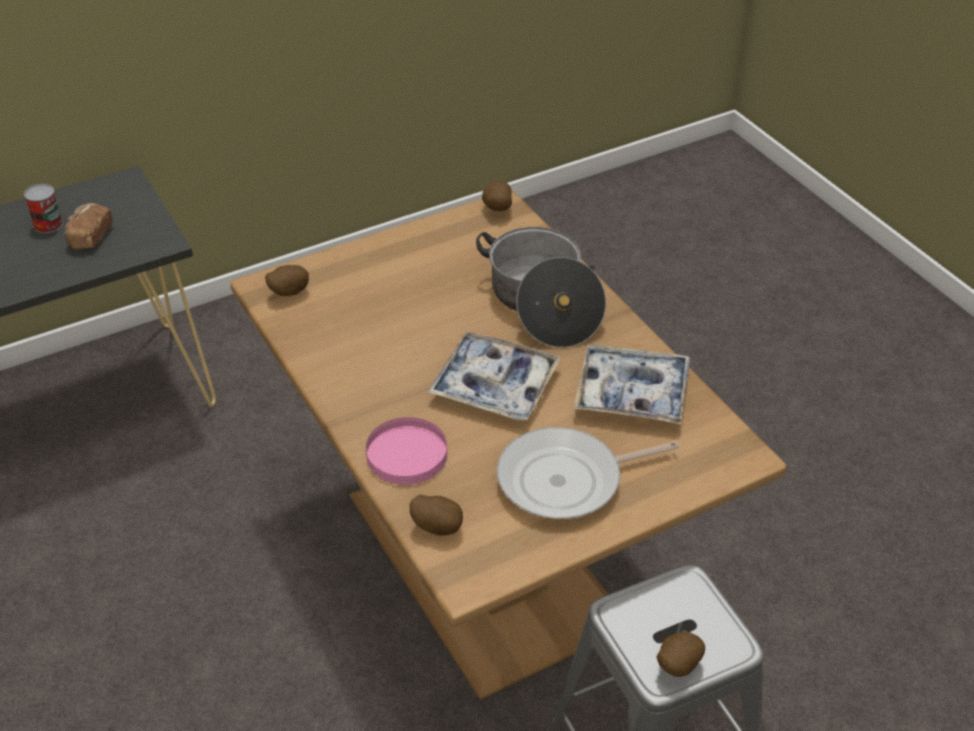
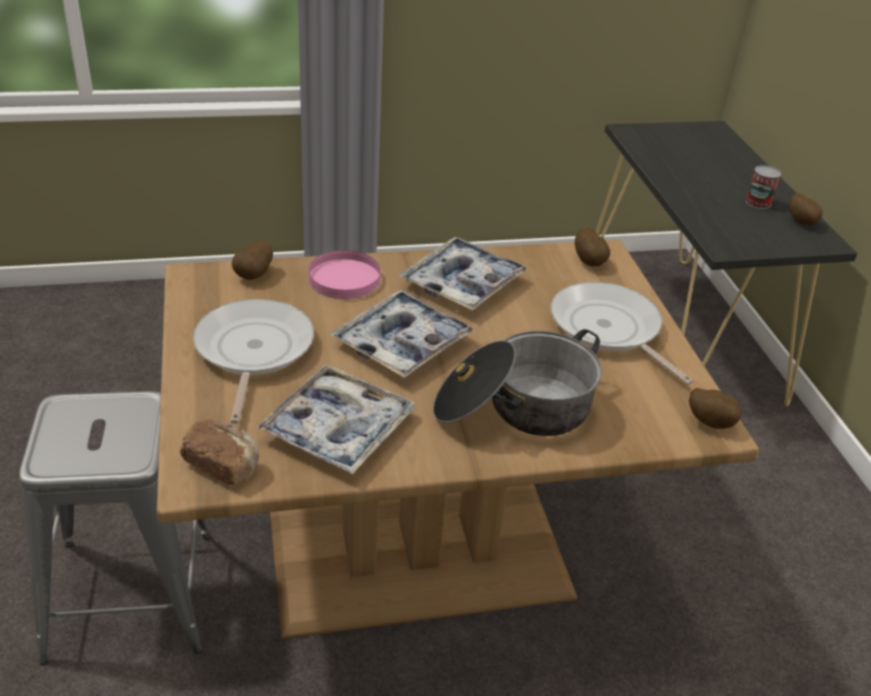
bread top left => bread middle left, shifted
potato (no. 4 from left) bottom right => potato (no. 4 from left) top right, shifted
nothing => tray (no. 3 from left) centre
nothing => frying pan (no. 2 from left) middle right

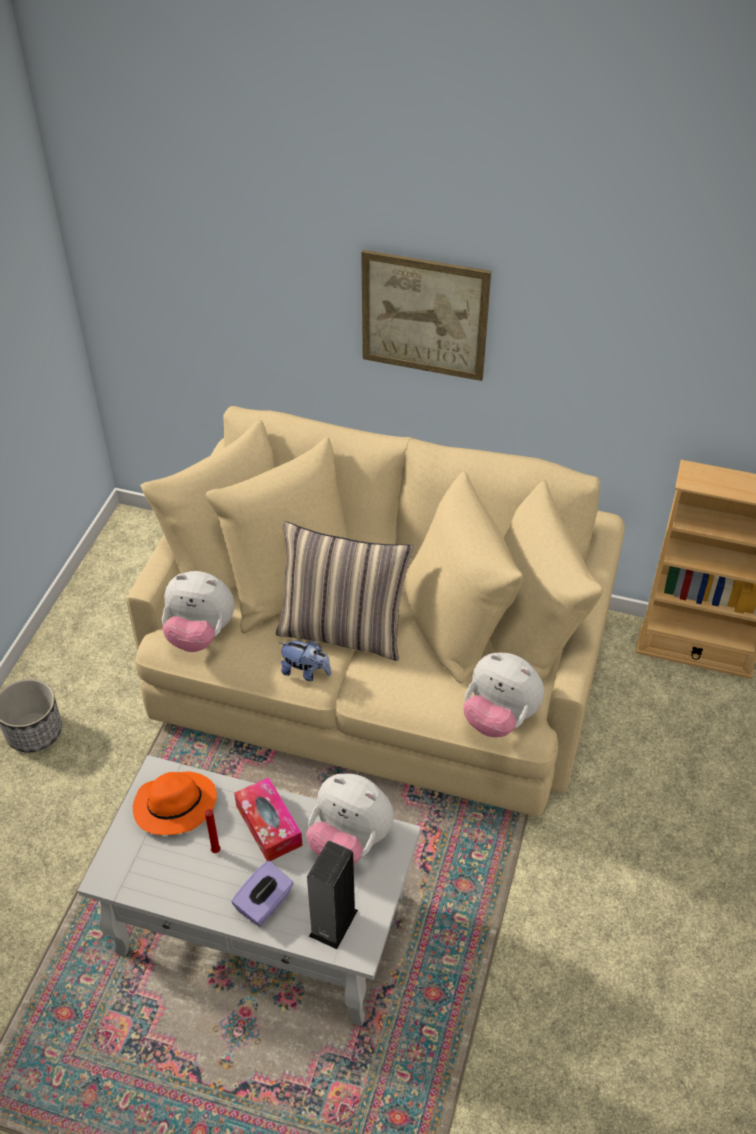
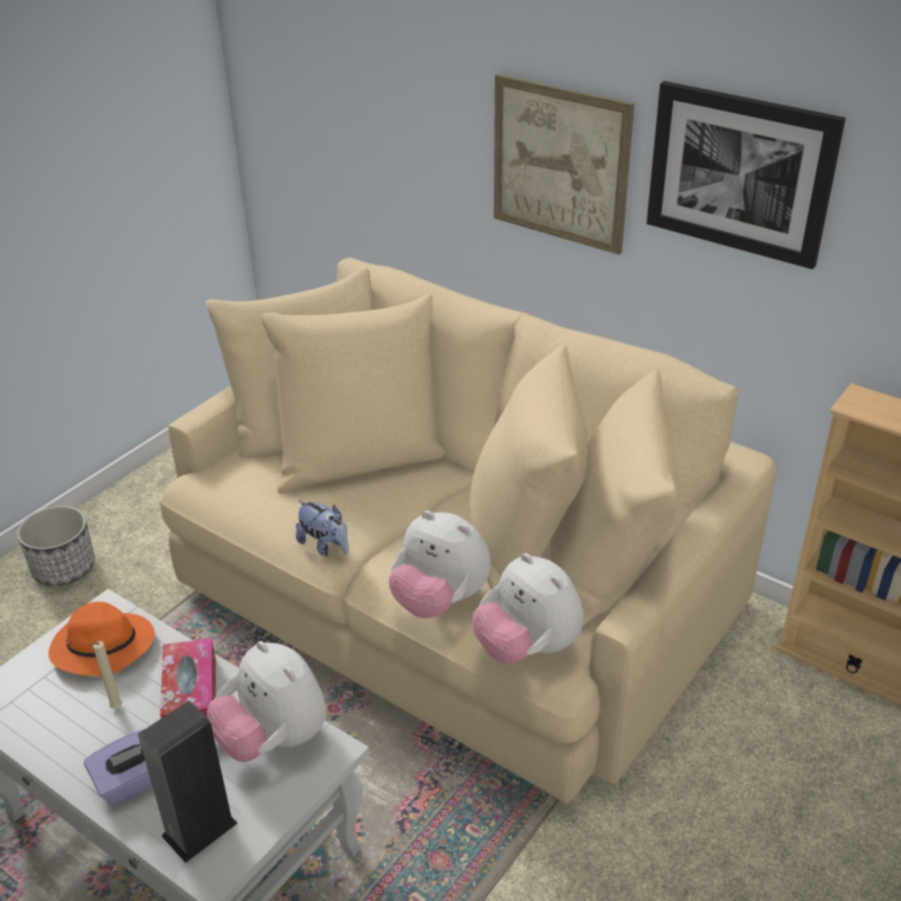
pillow centre => nothing
plush toy (no. 1 from left in the first image) middle left => plush toy (no. 3 from left) centre, shifted
candle/red bottom left => candle/beige bottom left
nothing => picture (no. 2 from left) top right

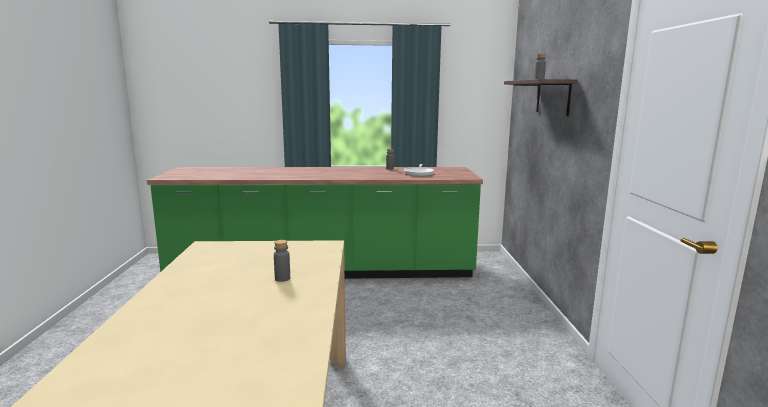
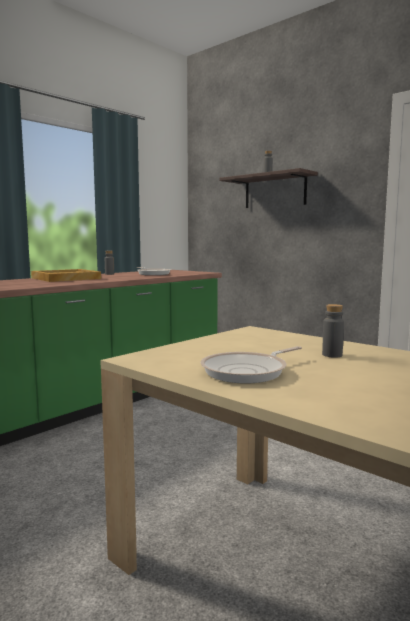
nothing => tray/beige middle left
nothing => frying pan (no. 2 from left) centre

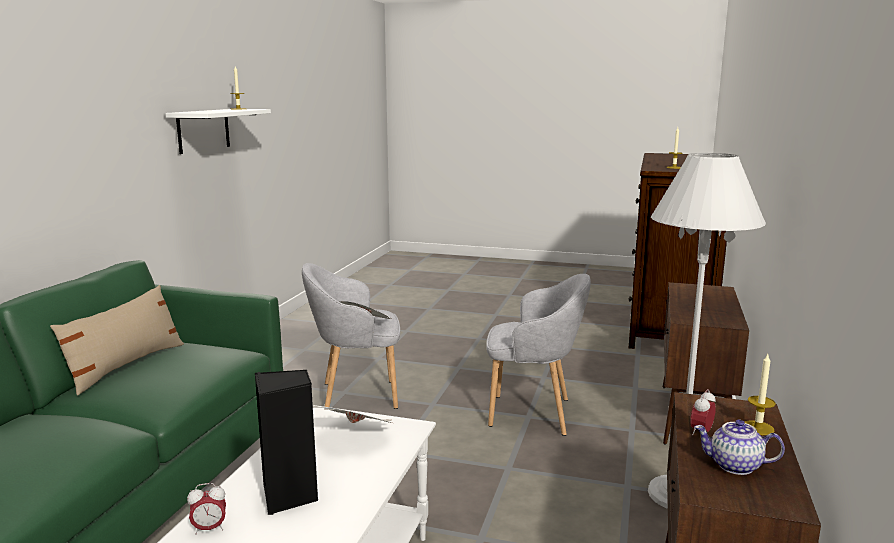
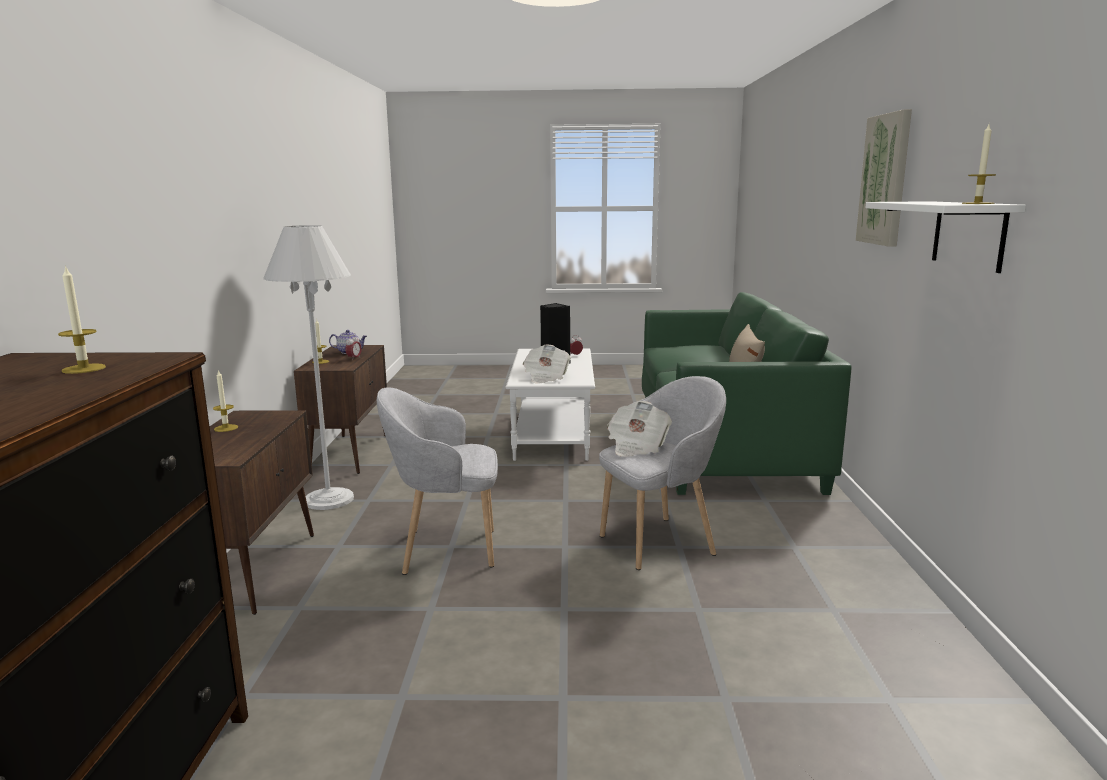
nothing => picture top right
nothing => candle (no. 2 from left) middle left

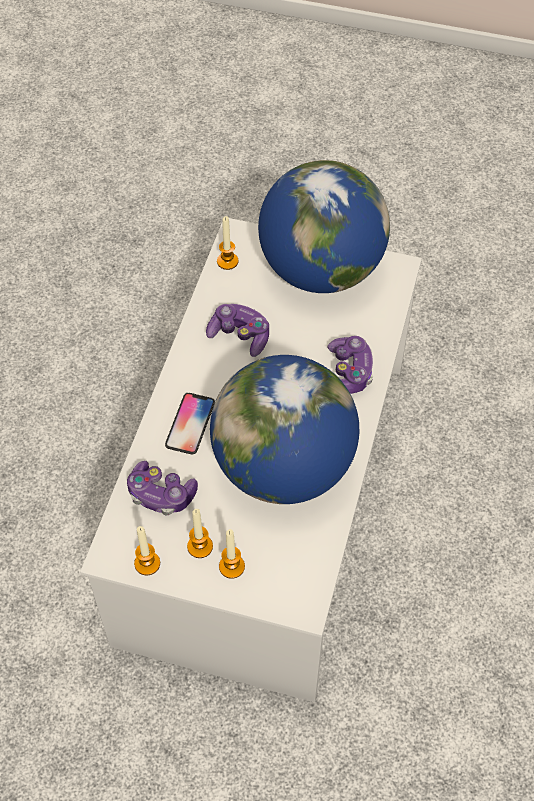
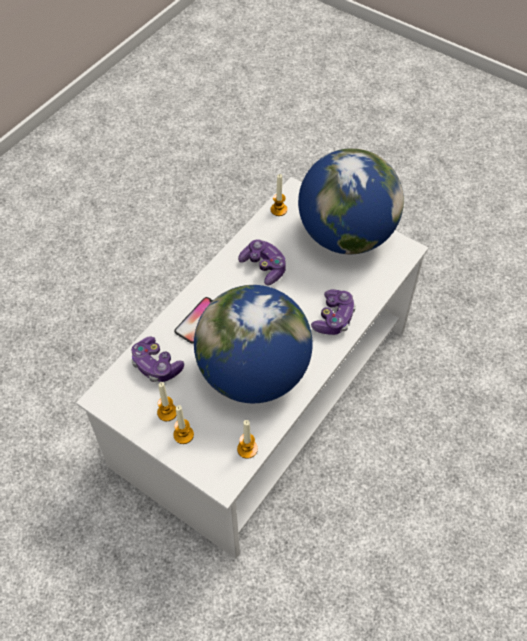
candle (no. 1 from left in the first image) bottom left => candle (no. 3 from left) bottom centre, shifted

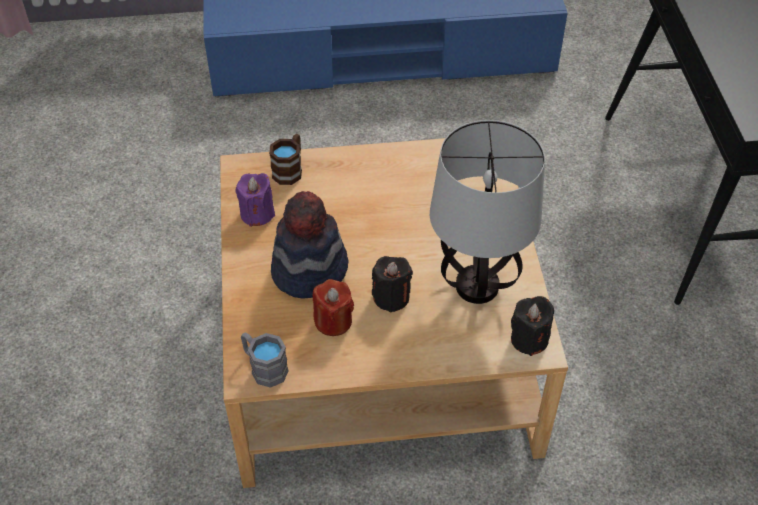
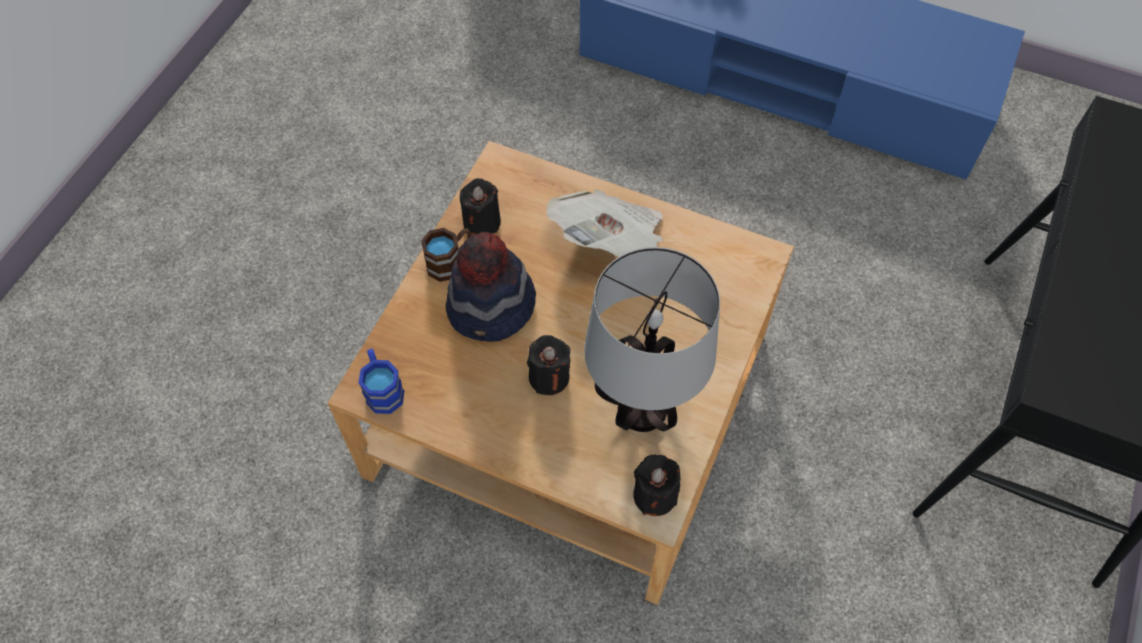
mug/brown top centre => mug/brown centre, shifted
candle/purple centre => candle/black (no. 1 from left) top centre
candle/red centre => nothing
mug/grey bottom centre => mug/blue centre
nothing => newspaper centre

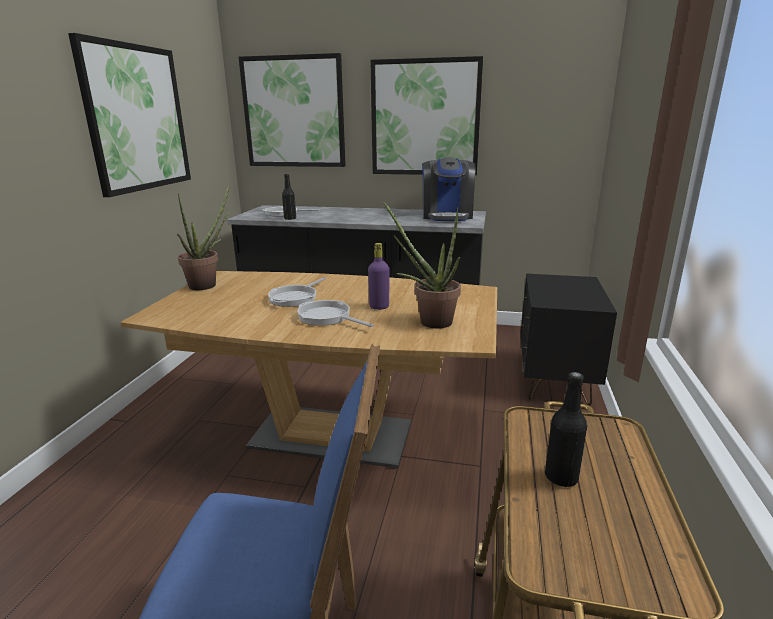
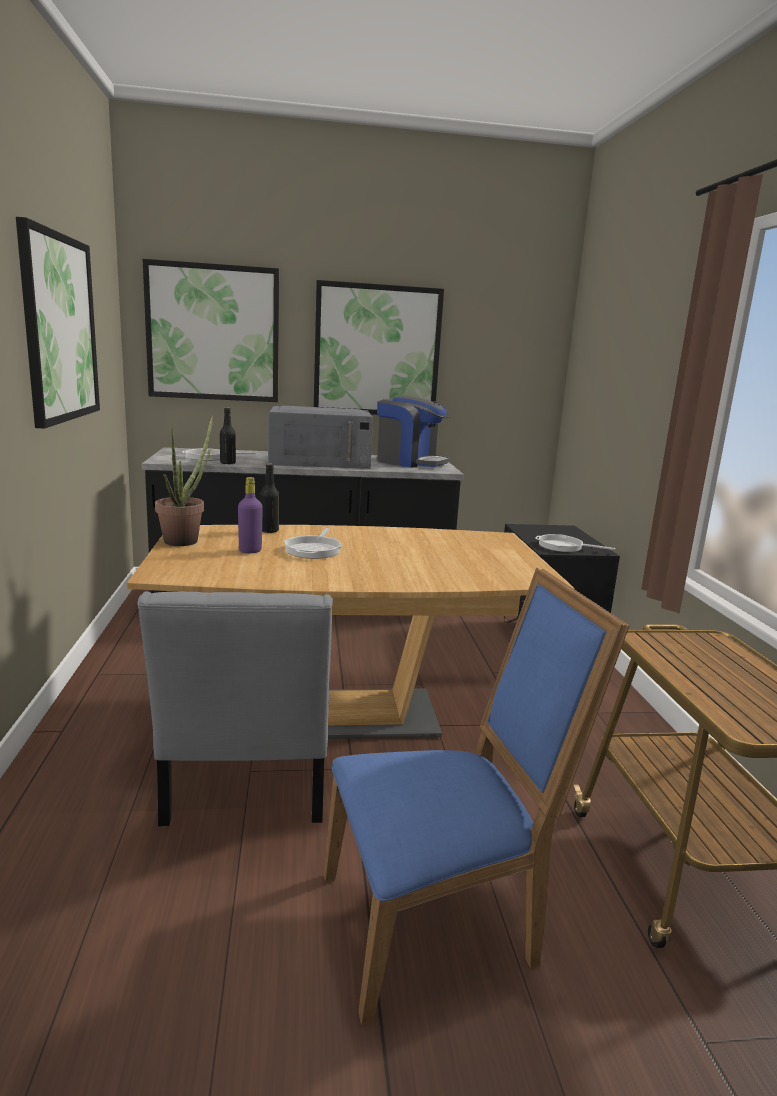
coffee machine top centre => coffee machine centre, 45 degrees counterclockwise
potted plant (no. 2 from left) centre => nothing
bottle/purple centre => bottle/purple middle left, shifted
frying pan (no. 3 from left) centre => frying pan (no. 3 from left) middle right, shifted
bottle/black (no. 2 from left) bottom right => bottle/black (no. 2 from left) centre, shifted
nothing => microwave/grey centre
nothing => chair/grey middle left

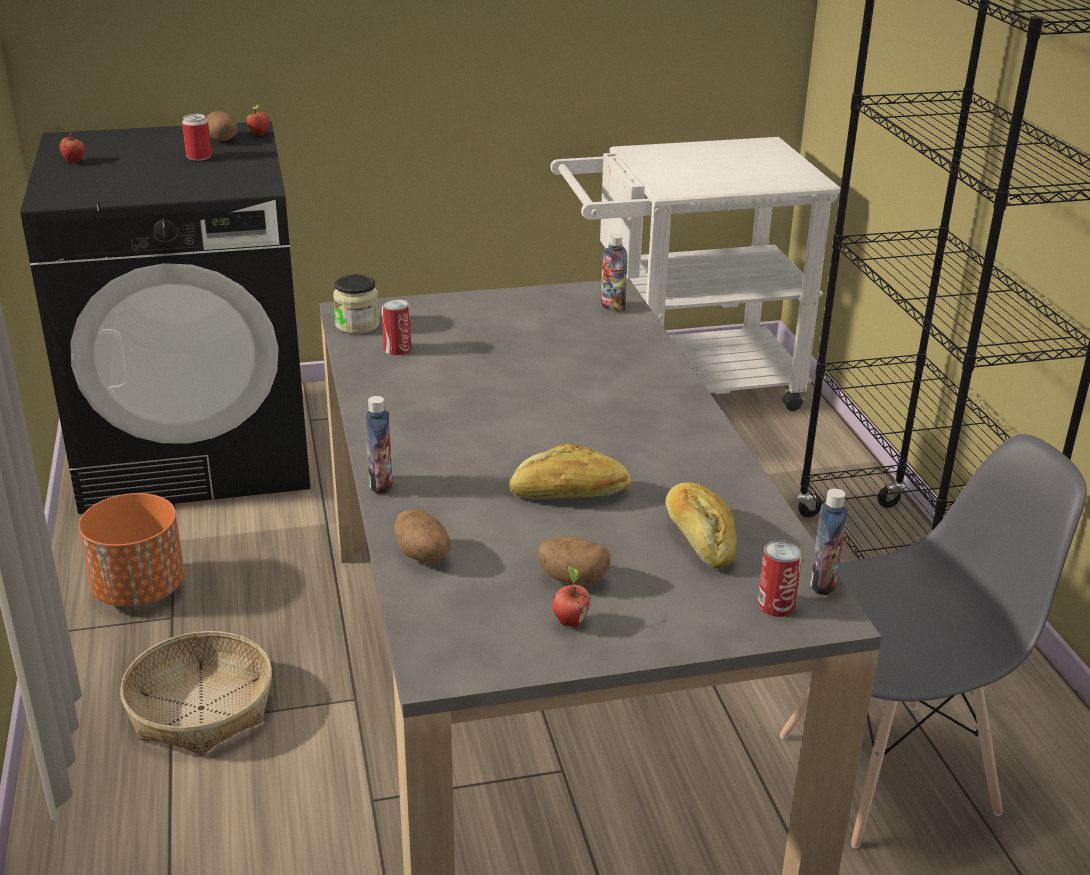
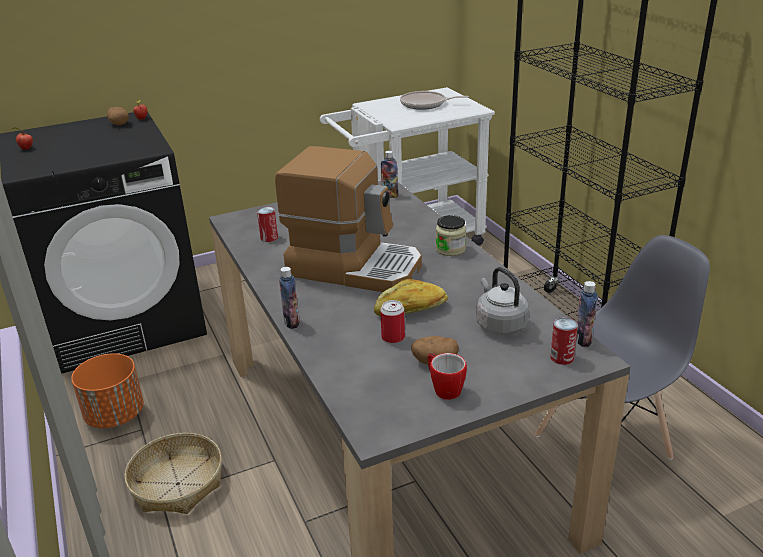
can (no. 1 from left in the first image) top left => can (no. 2 from left) centre, shifted
jar middle left => jar centre, shifted
bread (no. 2 from left) centre => kettle/grey centre
potato (no. 2 from left) centre => nothing
apple (no. 3 from left) bottom centre => mug bottom centre
nothing => frying pan top centre
nothing => coffee machine centre

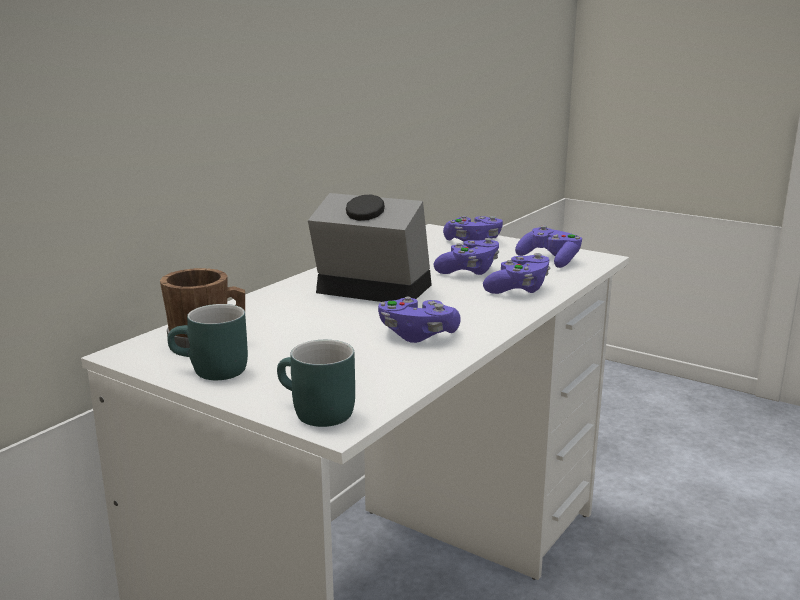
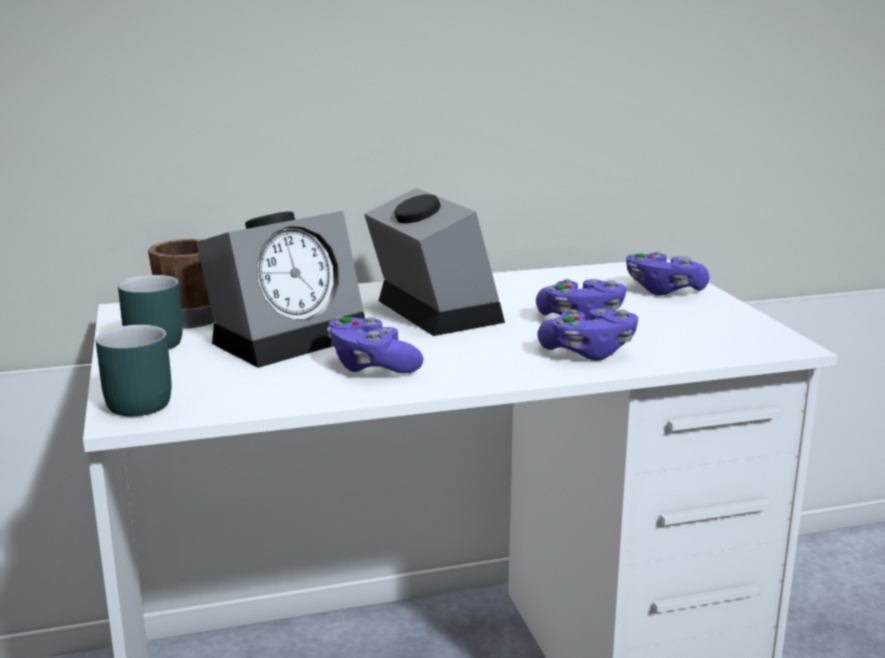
game controller/purple (no. 5 from left) middle right => nothing
nothing => alarm clock (no. 1 from left) middle left

